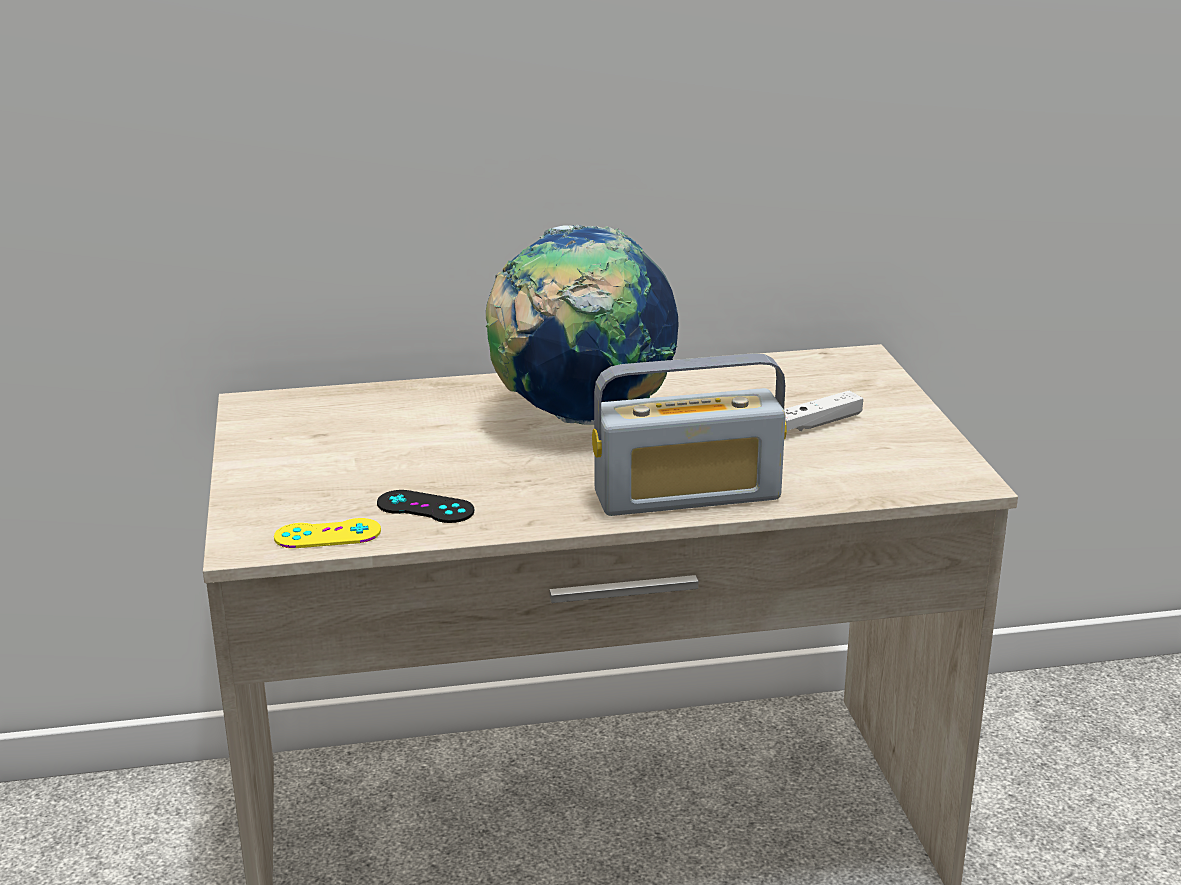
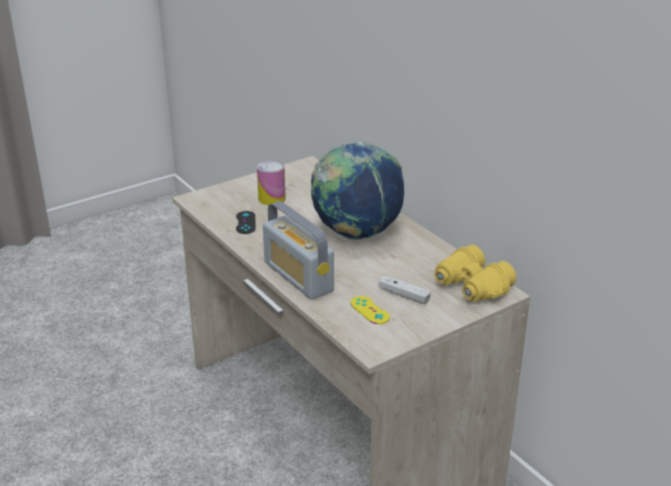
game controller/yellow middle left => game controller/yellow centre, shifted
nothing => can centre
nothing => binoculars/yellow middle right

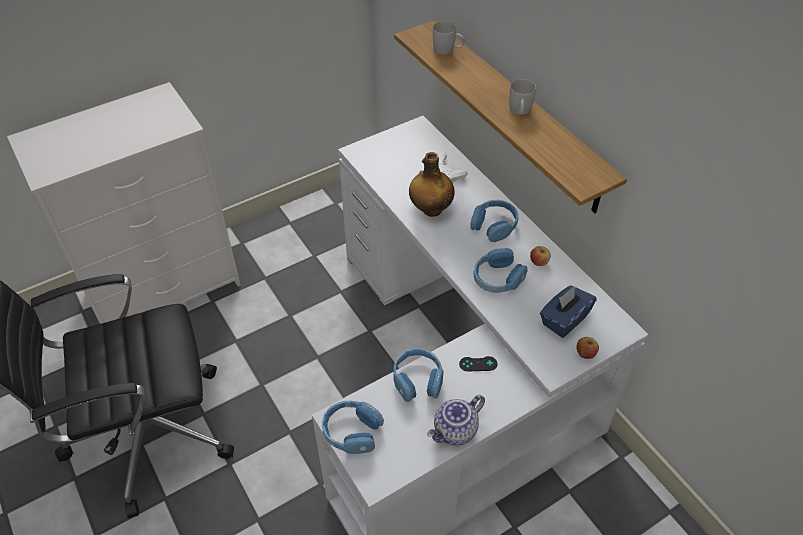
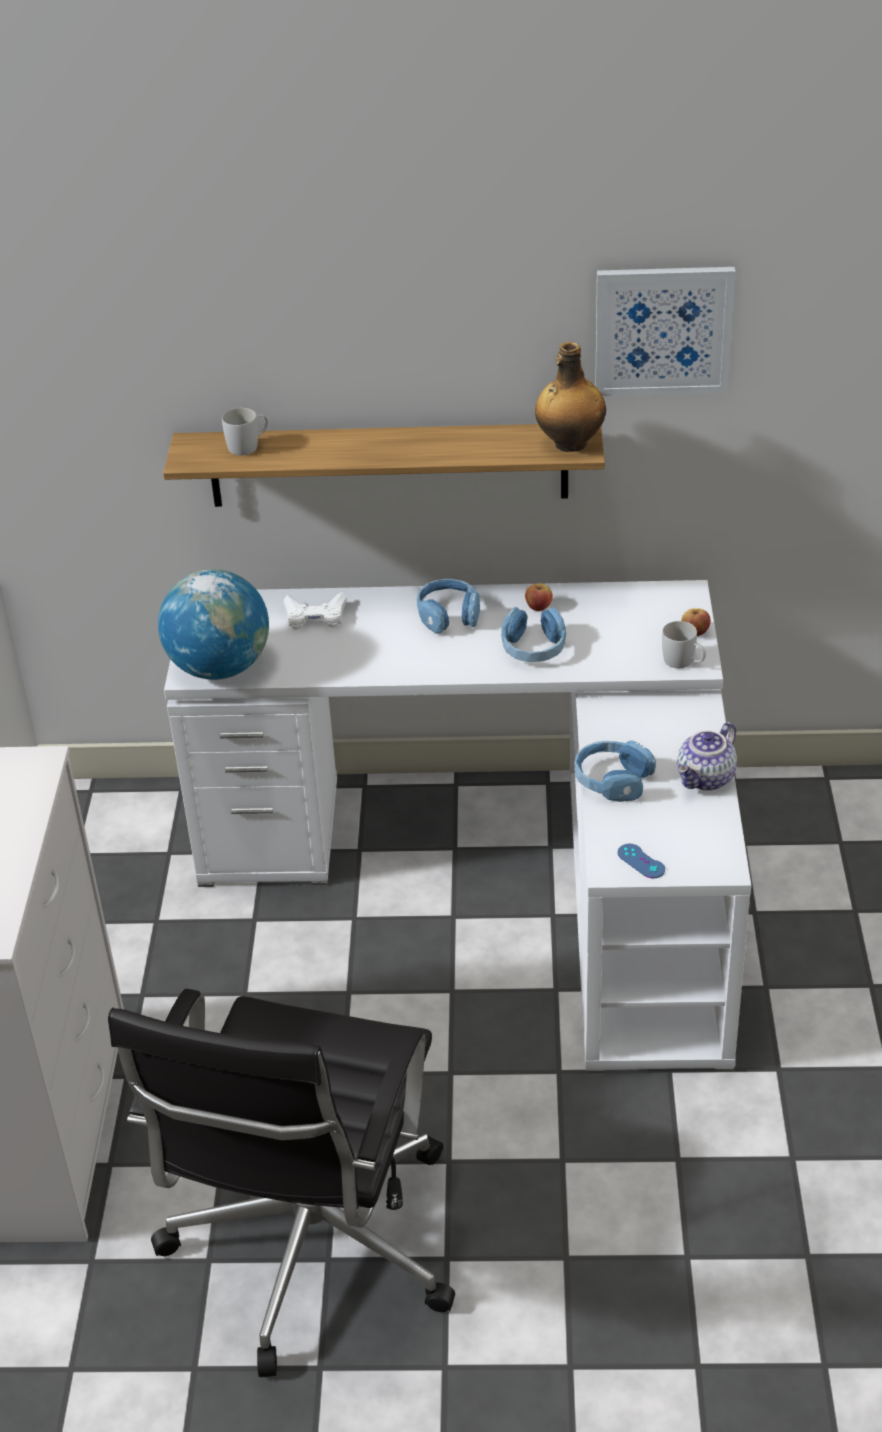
mug/white (no. 2 from left) top centre => mug/white (no. 2 from left) middle right, shifted
bottle centre => bottle top centre, shifted
tissue box/blue middle right => nothing
game controller/black bottom centre => nothing
teapot bottom centre => teapot middle right, 45 degrees clockwise
headphones/blue (no. 1 from left) bottom centre => game controller/blue middle right
nothing => picture top right
nothing => globe middle left

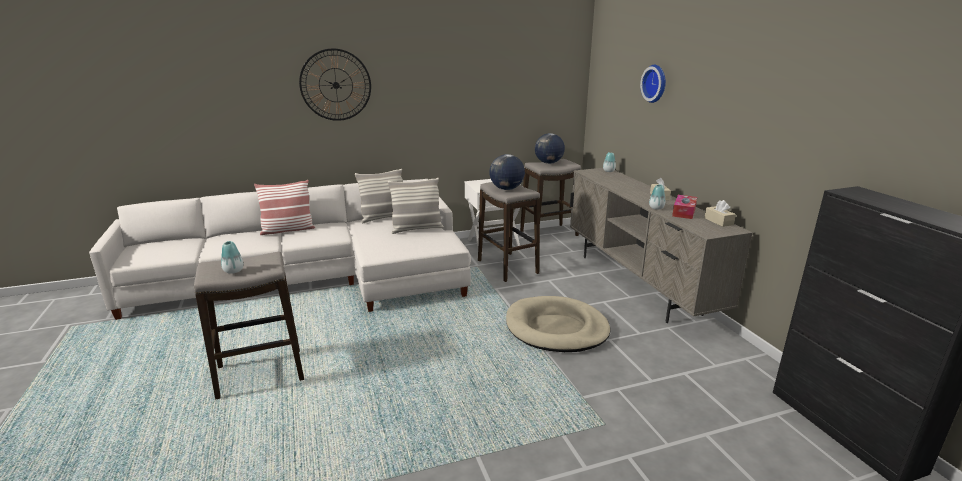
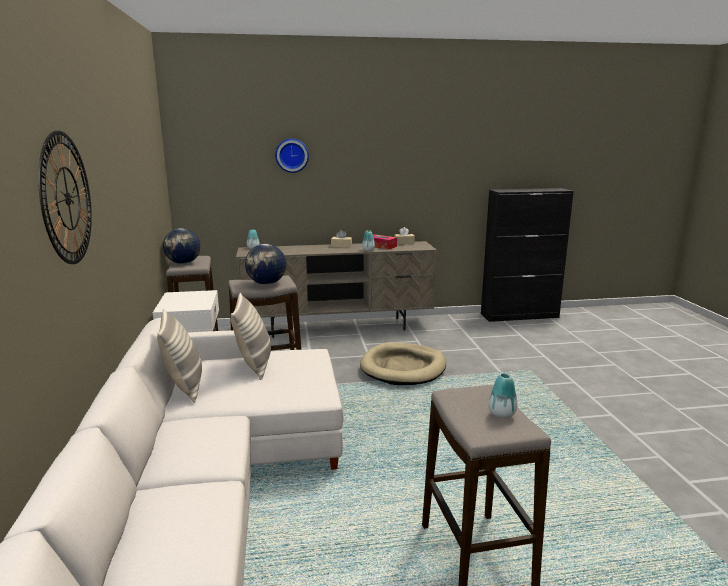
pillow (no. 1 from left) middle left => nothing

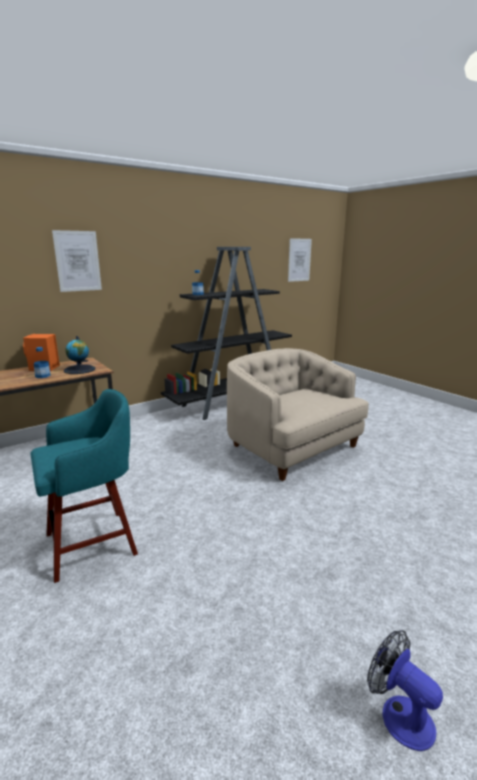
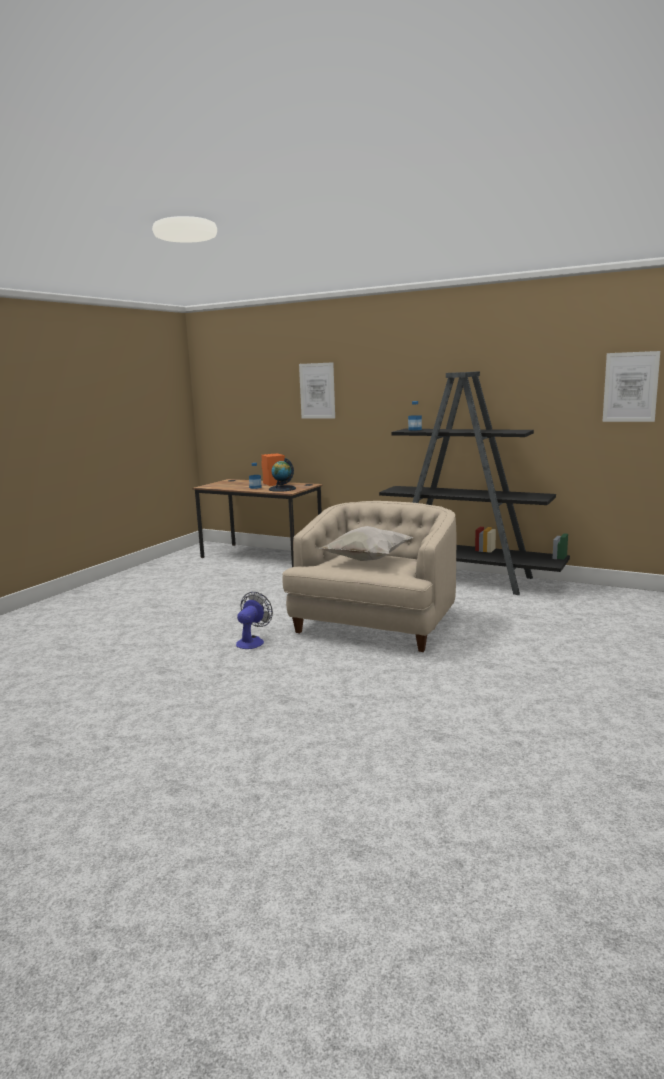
stool/turquoise middle left => nothing
fan bottom right => fan centre, shifted
nothing => pillow/white centre

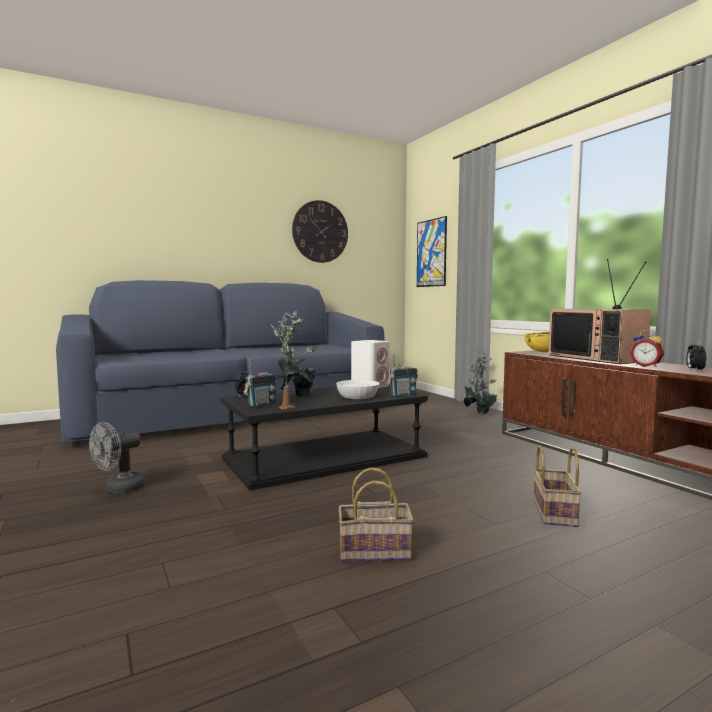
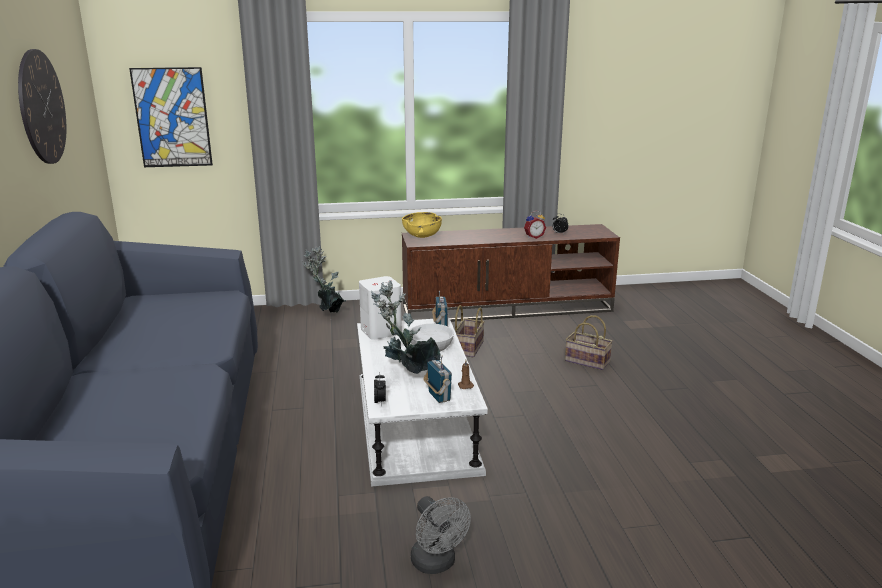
television middle right => nothing
coffee table/black centre => coffee table/white bottom centre
basket (no. 1 from left) bottom centre => basket (no. 1 from left) centre, shifted

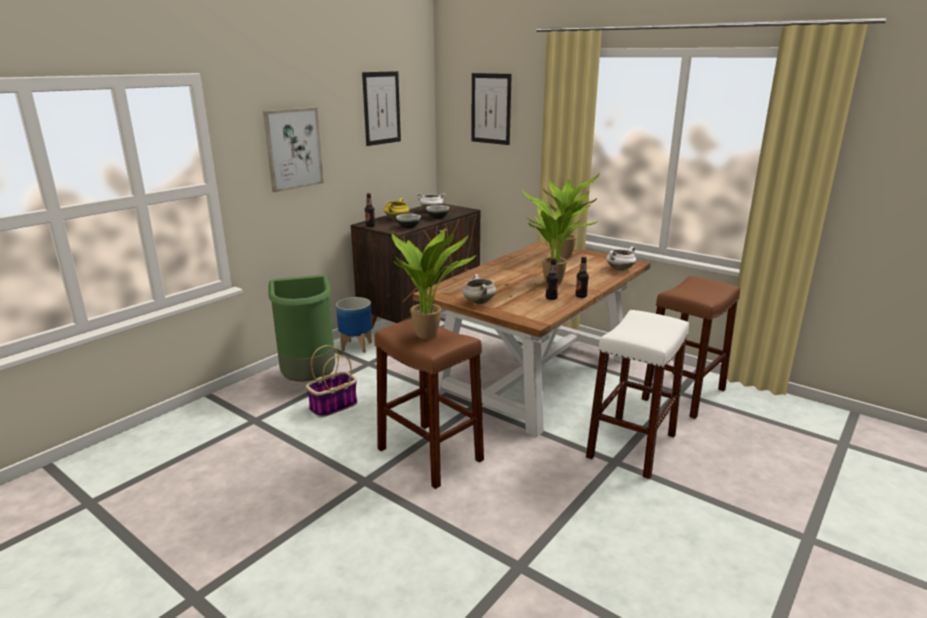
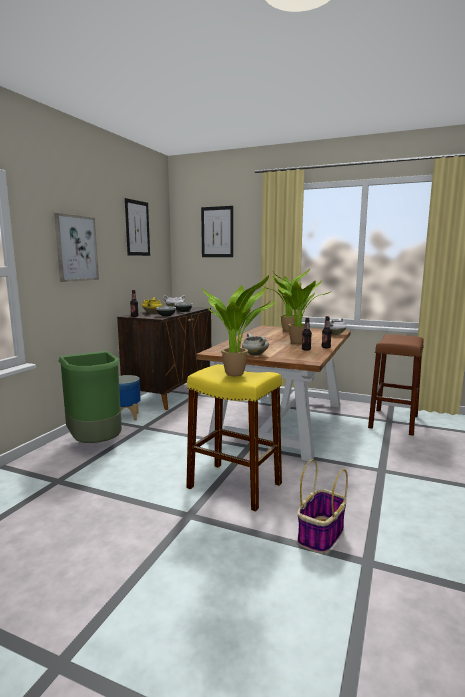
stool/white middle right => nothing
stool/brown (no. 1 from left) centre => stool/yellow centre
basket centre => basket bottom right, shifted

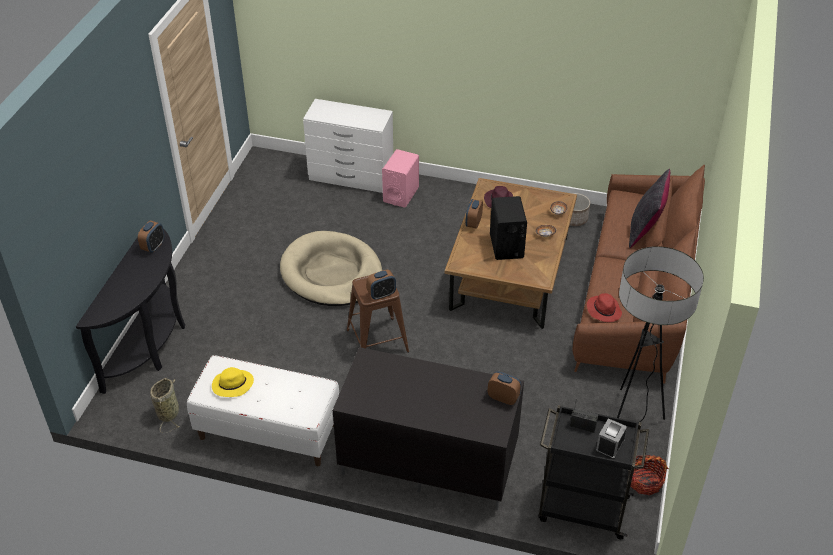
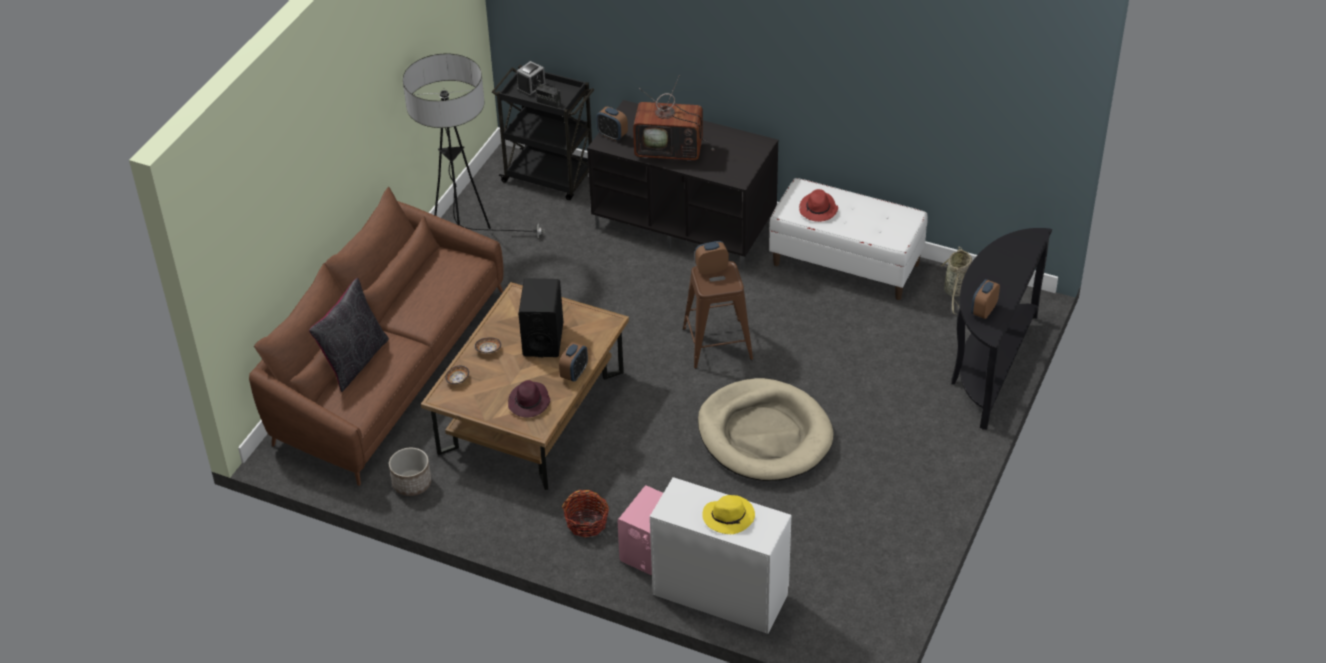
hat/red middle right => hat/red top centre, shifted
hat/yellow bottom left => hat/yellow bottom centre, shifted
basket (no. 2 from left in the first image) bottom right => basket (no. 1 from left) bottom centre, shifted
nothing => television top centre

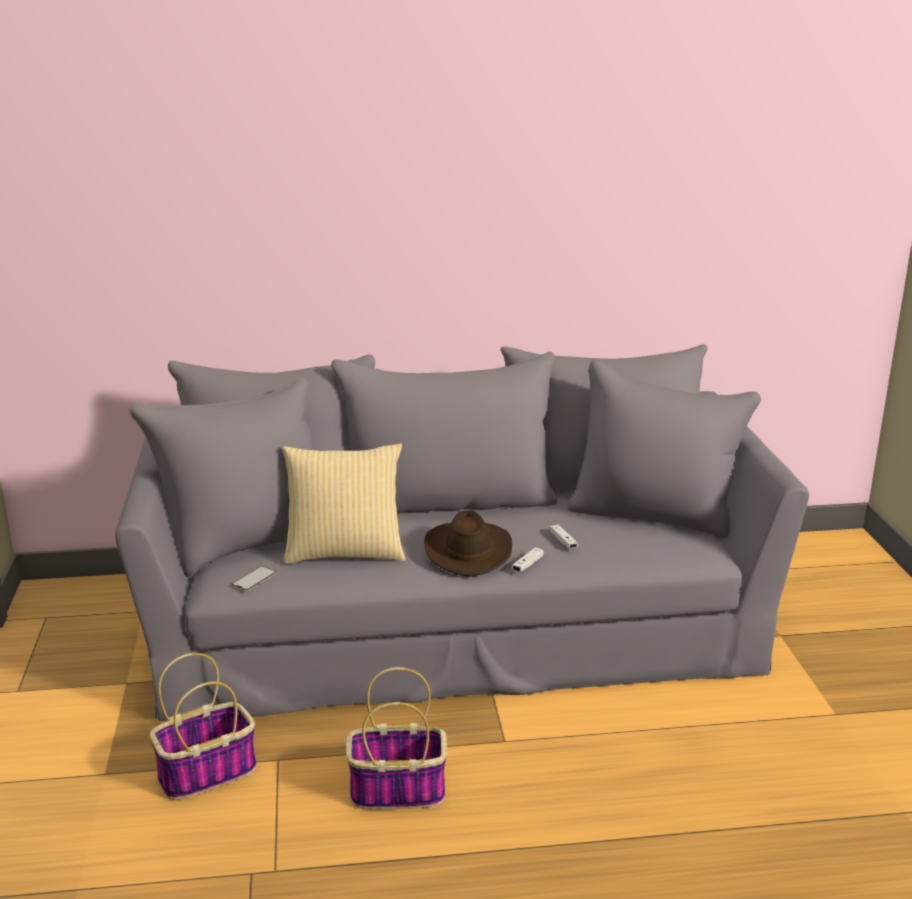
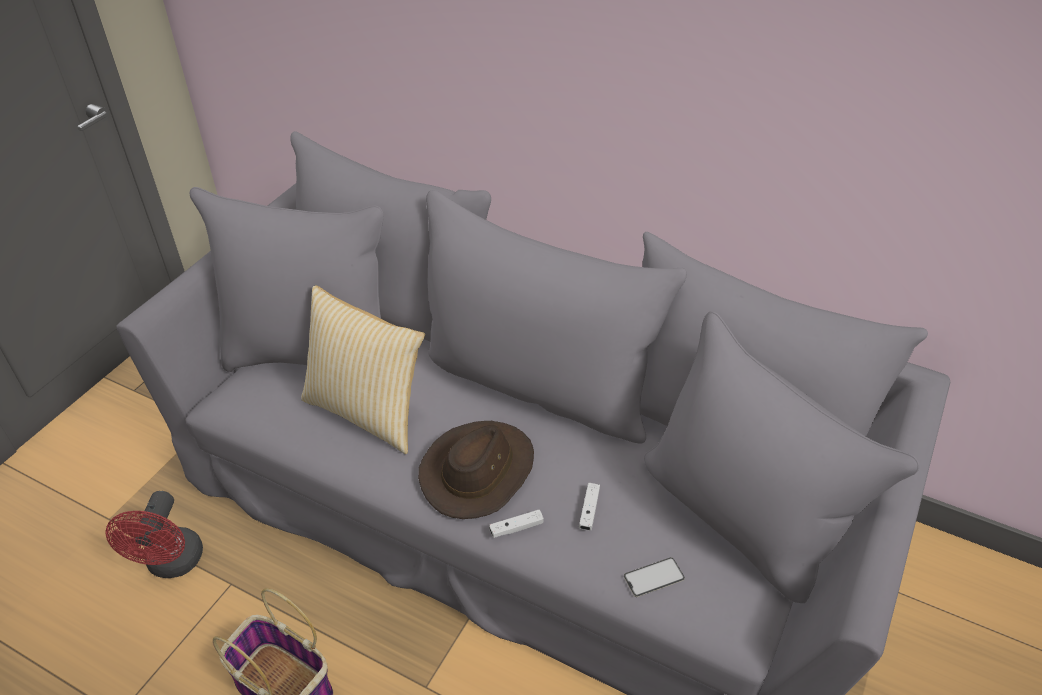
phone middle left => phone bottom centre, shifted
basket (no. 1 from left) bottom left => fan/red bottom left

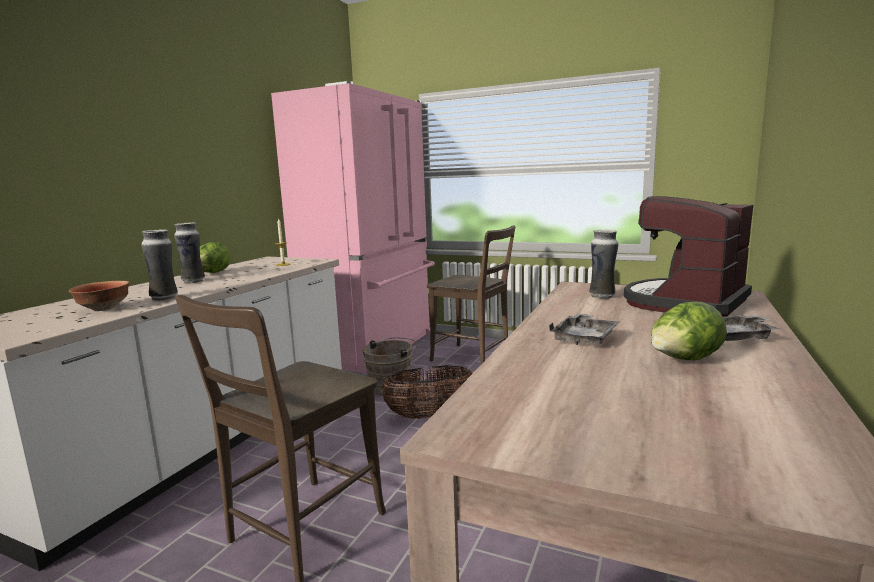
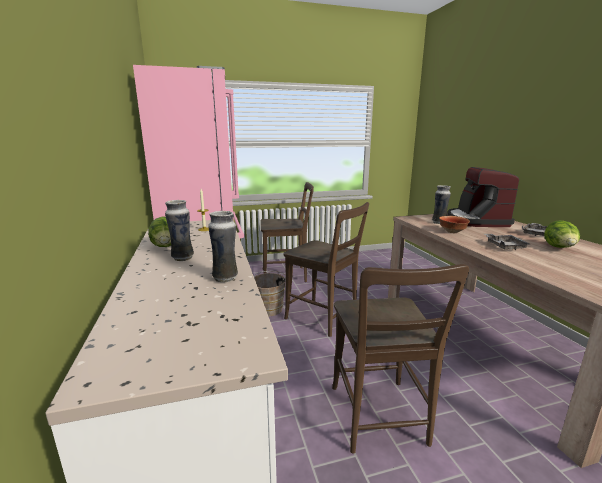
bowl middle left => bowl middle right, shifted
basket bottom centre => chair/brown (no. 2 from left) centre

